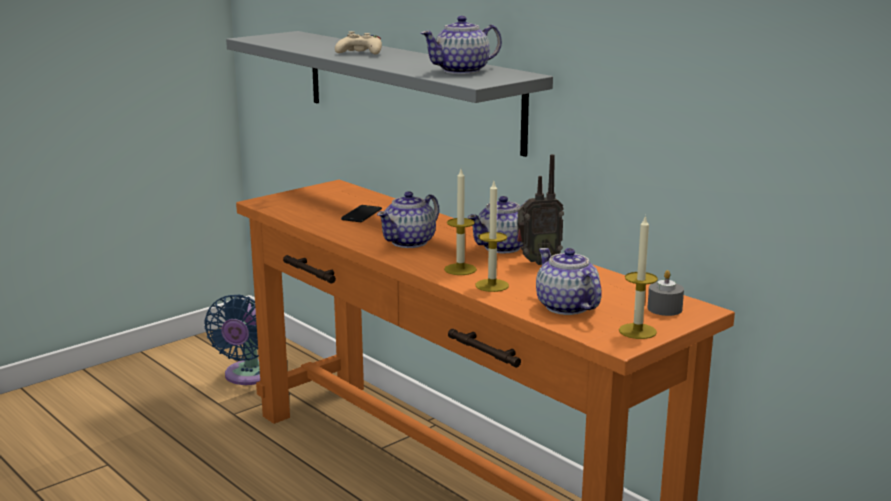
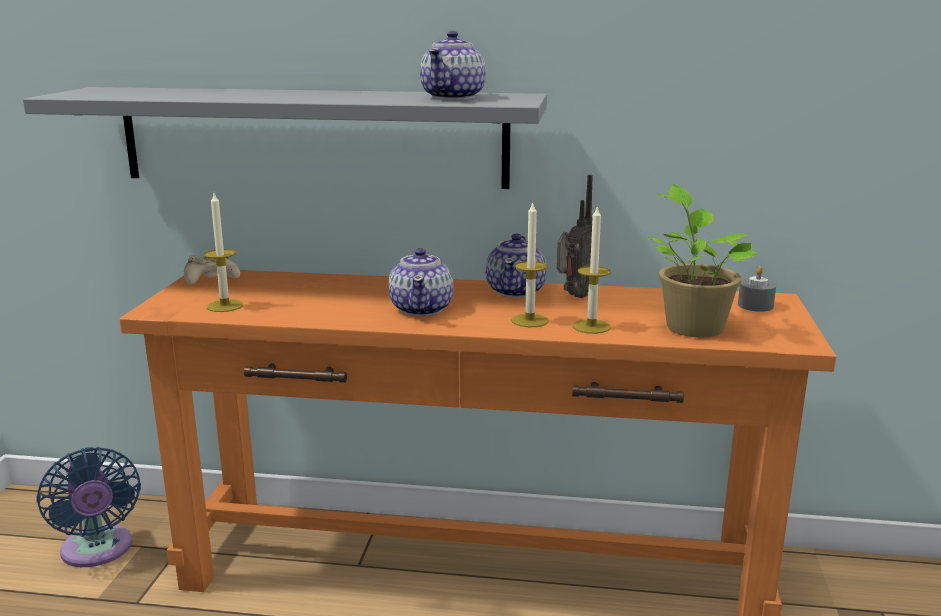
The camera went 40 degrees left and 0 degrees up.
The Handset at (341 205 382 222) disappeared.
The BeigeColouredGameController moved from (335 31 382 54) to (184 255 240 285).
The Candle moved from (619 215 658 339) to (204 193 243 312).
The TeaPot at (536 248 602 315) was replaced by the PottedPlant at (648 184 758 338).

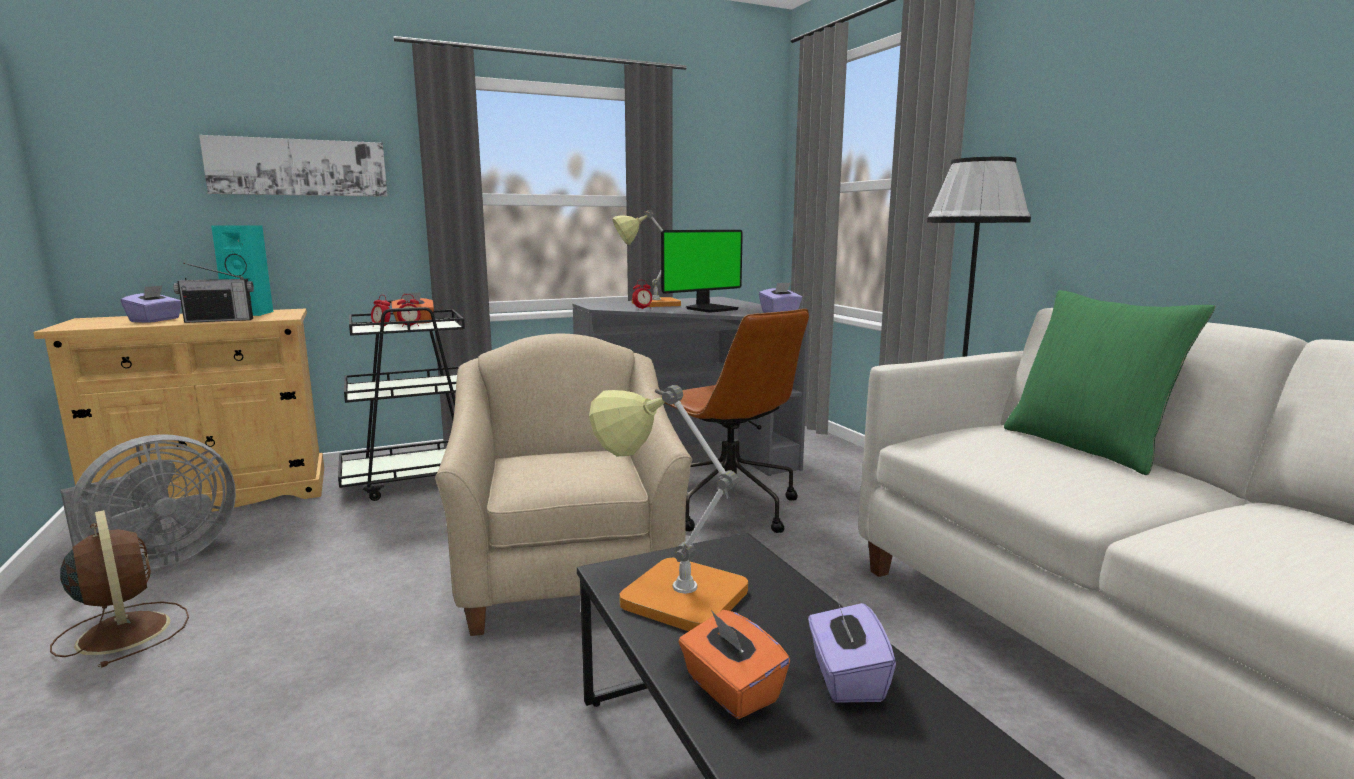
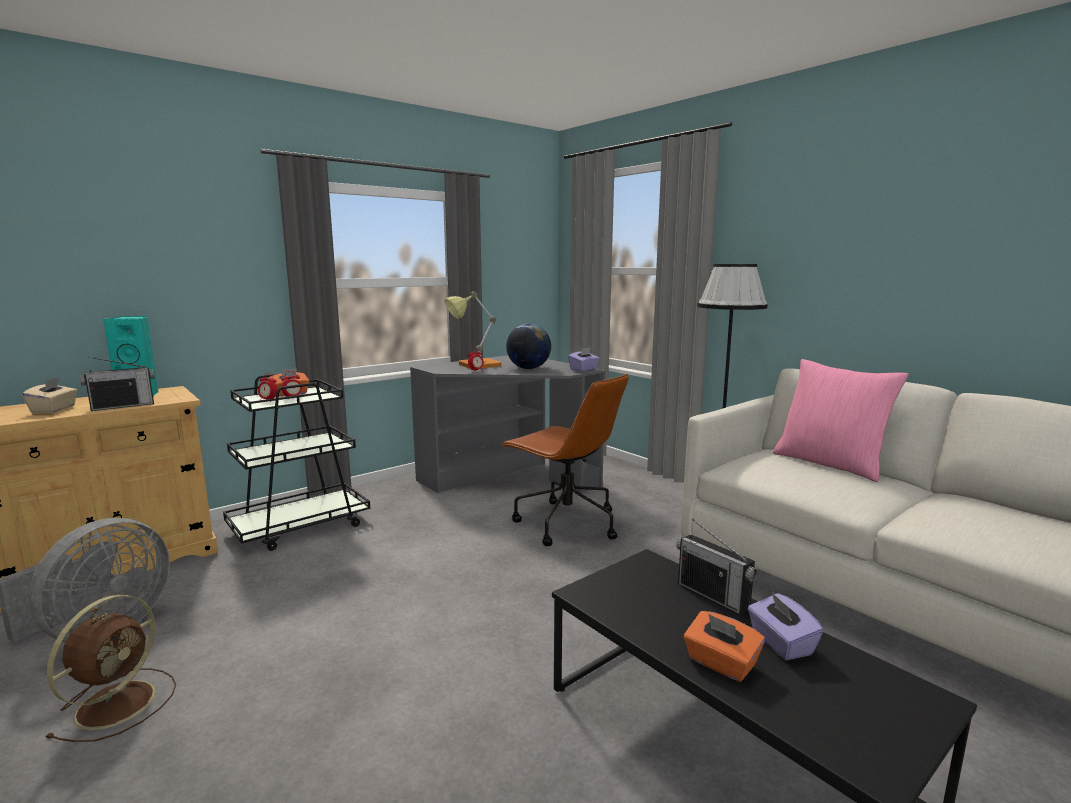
The camera went 15 degrees left and 0 degrees up.
The WallPicture at (199 135 388 197) disappeared.
The BeigeColouredEasyChair at (435 334 692 636) disappeared.
The TabletopLamp at (589 385 748 631) disappeared.
The Radio at (677 519 757 615) appeared.
The ComputerDisplay at (661 230 743 313) was replaced by the Globe at (506 324 551 369).
The PurpleBoxOfTissues at (121 285 181 323) became the BeigeColouredBoxOfTissues at (22 377 78 414).
The GreenCushion at (1004 290 1216 475) became the PinkishCushion at (773 359 909 482).
The BrownColouredCoolingFan at (50 510 189 668) turned 75 degrees clockwise.

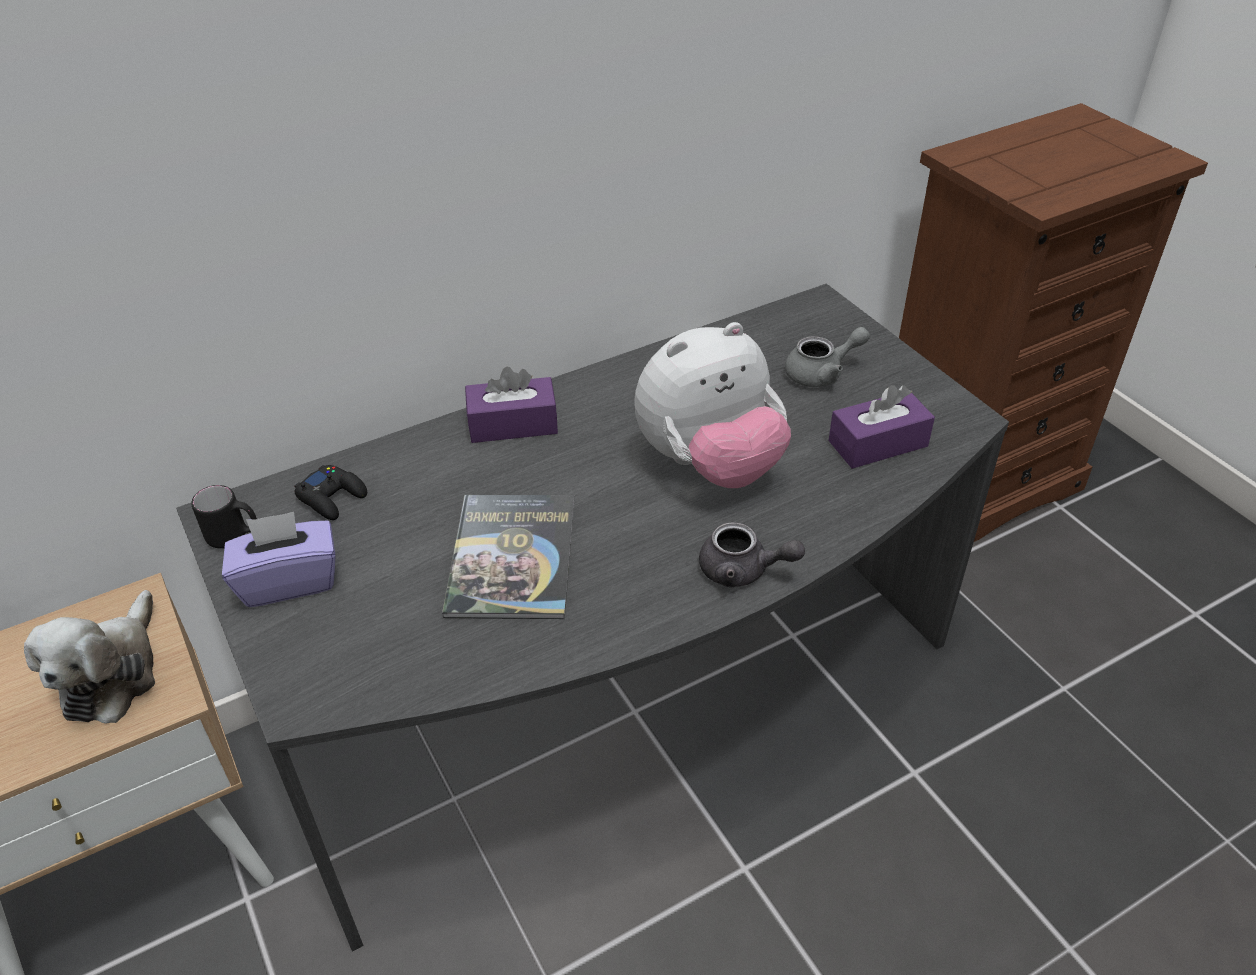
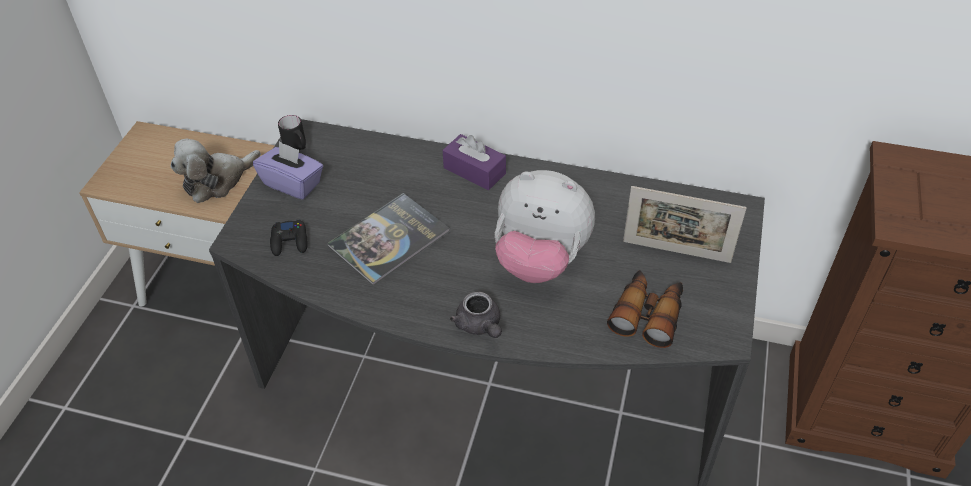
The camera went 45 degrees right and 5 degrees up.
The BlackColouredGameController moved from (294 465 367 520) to (270 220 307 256).
The GreyTeaPot at (785 327 870 387) was replaced by the PictureFrame at (623 186 747 263).
The PurpleBoxOfTissues at (828 385 935 469) was replaced by the Binoculars at (607 270 683 348).

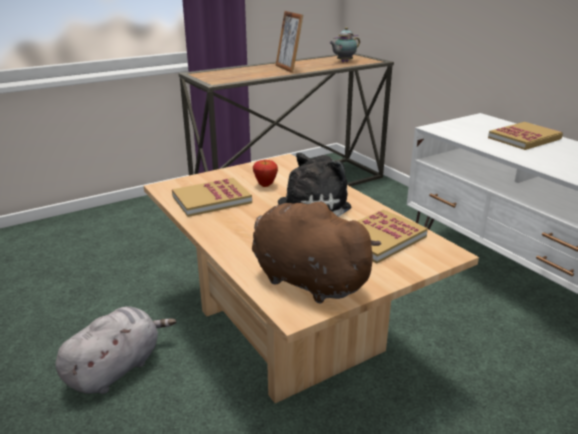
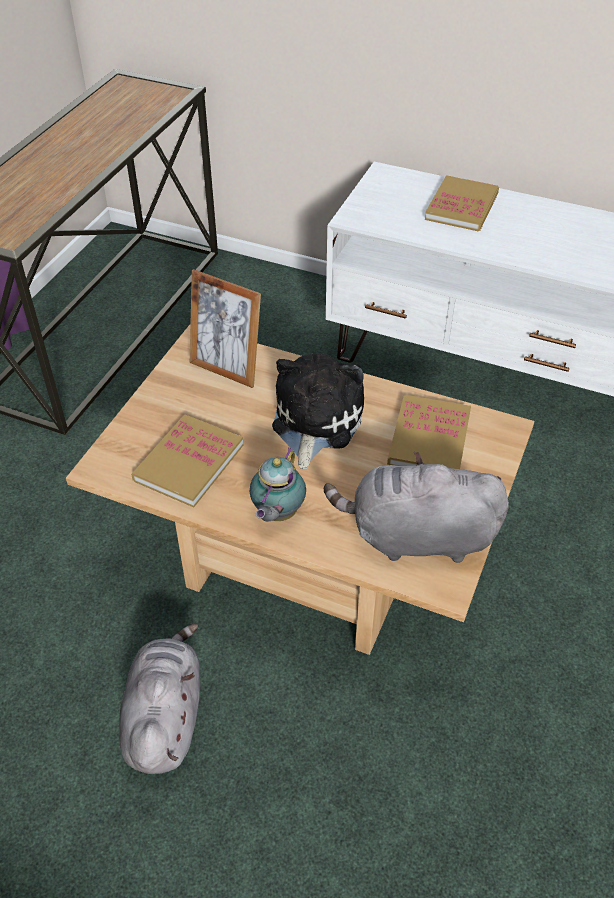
The camera went 35 degrees left and 20 degrees up.
The Apple at (253 160 278 187) disappeared.
The PictureFrame moved from (275 11 303 73) to (190 269 261 388).
The TeaPot moved from (329 27 360 62) to (250 447 306 522).
The BrownColouredPlushToy at (252 201 382 303) became the GreyPlushToy at (324 452 509 563).

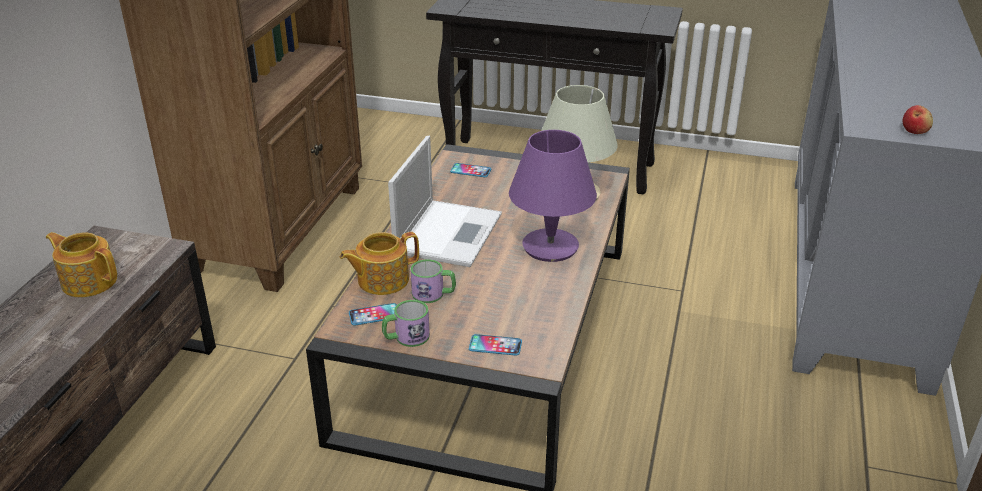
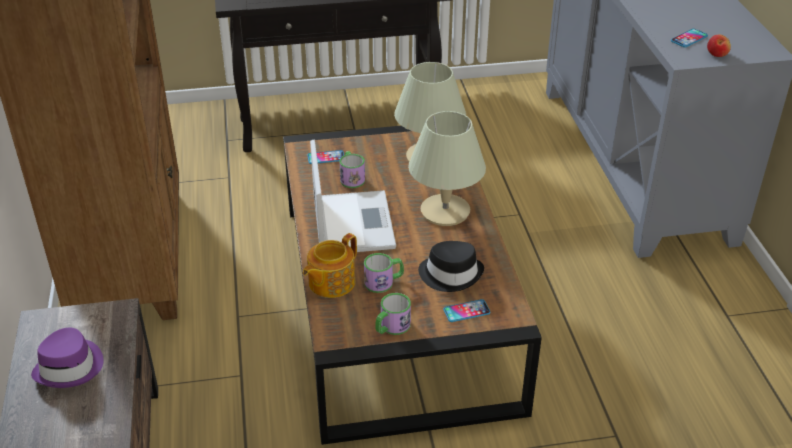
The camera went 25 degrees left and 5 degrees up.
The CoffeeMug at (339 151 365 188) appeared.
The BlackColouredClothingHat at (418 241 484 292) appeared.
The Handset moved from (349 303 397 326) to (671 29 708 48).
The TeaPot at (46 232 117 297) was replaced by the PurpleClothingHat at (31 328 104 388).
The PurpleTabletopLamp at (509 130 597 262) became the BeigeColouredTabletopLamp at (408 111 486 226).

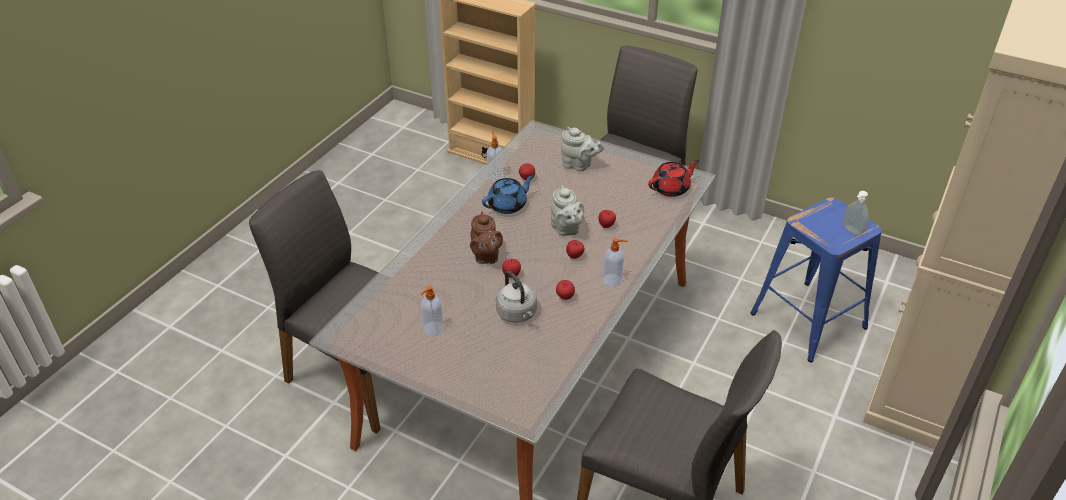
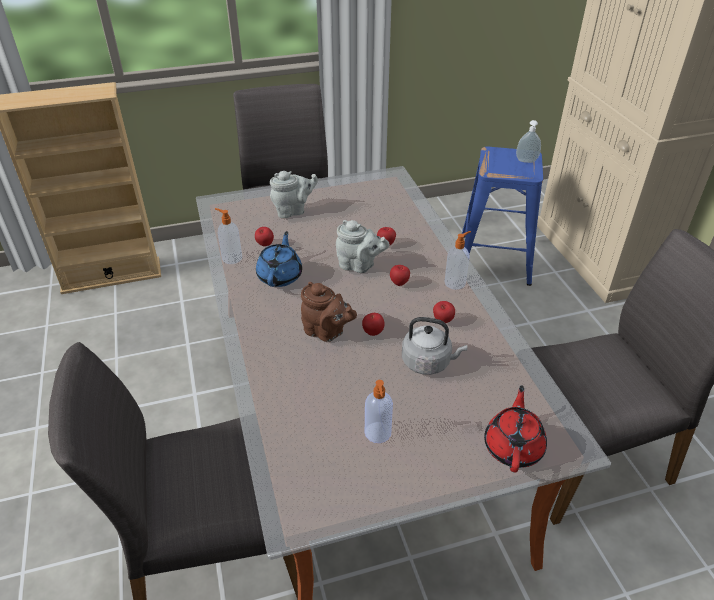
The camera went 45 degrees left and 0 degrees up.
The RedTeaPot moved from (648 160 699 197) to (484 385 547 473).

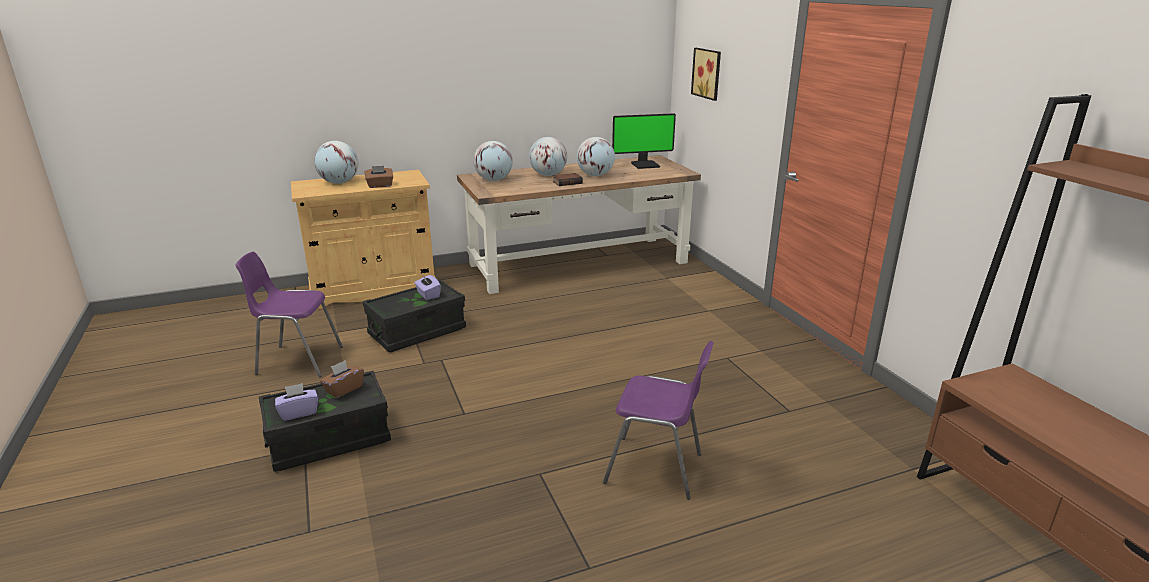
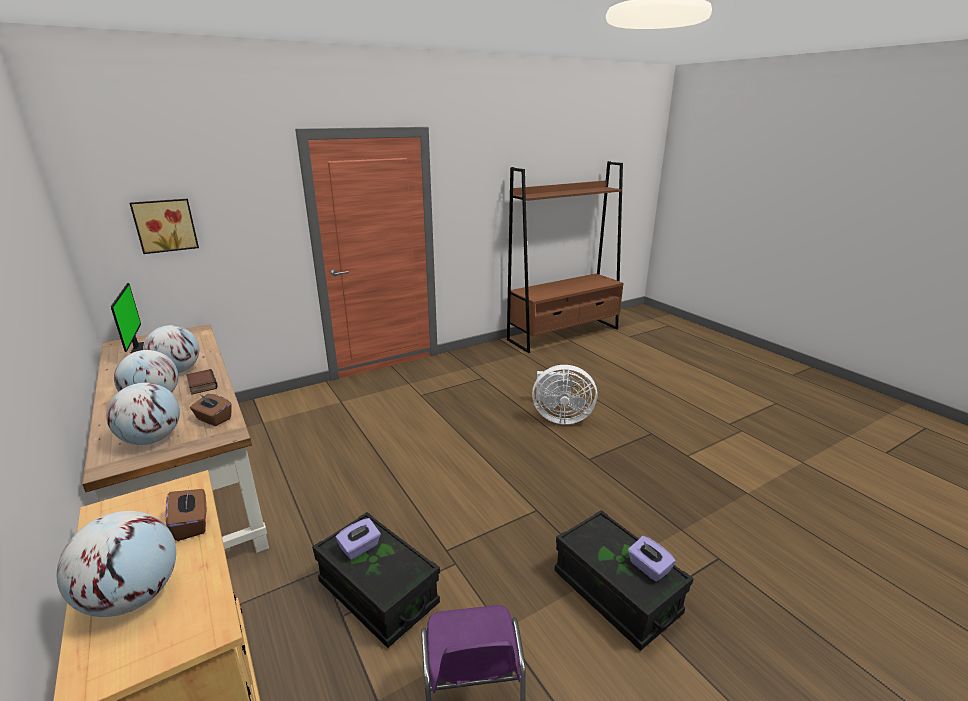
The camera went 100 degrees left and 0 degrees up.
The BrownColouredBoxOfTissues moved from (320 360 364 398) to (190 394 232 426).
The PurpleUprightChair at (603 341 714 500) was replaced by the WhiteCoolingFan at (532 365 597 424).

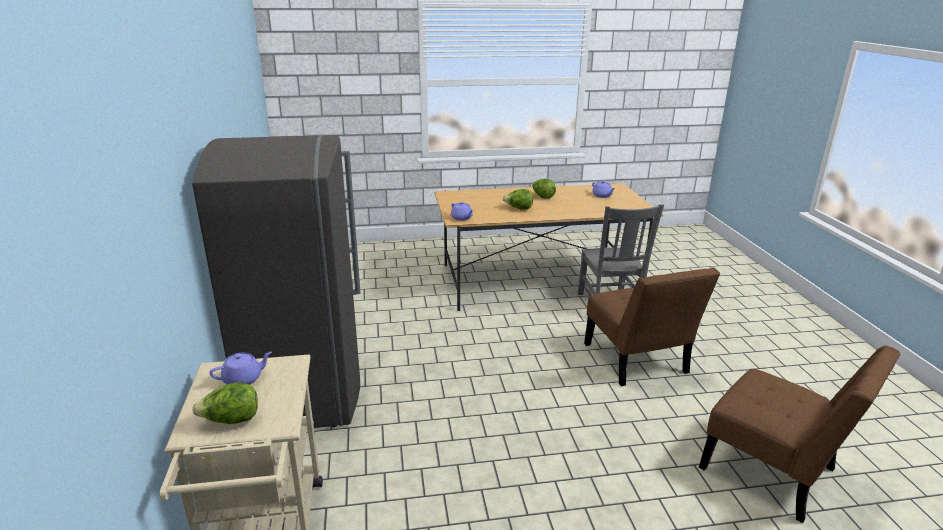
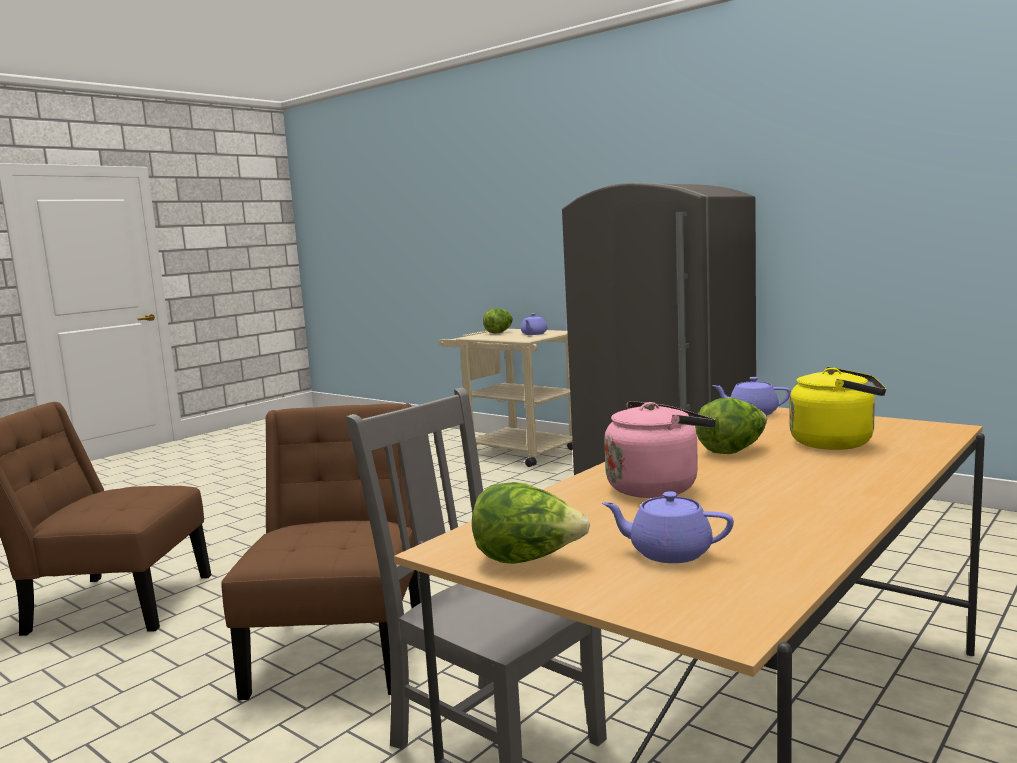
The camera went 140 degrees right and 15 degrees down.
The PinkishTeaKettle at (604 401 716 498) appeared.
The YellowishTeaKettle at (790 367 886 450) appeared.
The LettuceHead moved from (532 179 556 199) to (472 482 590 564).
The BrownColouredUprightChair at (584 267 720 386) turned 60 degrees clockwise.

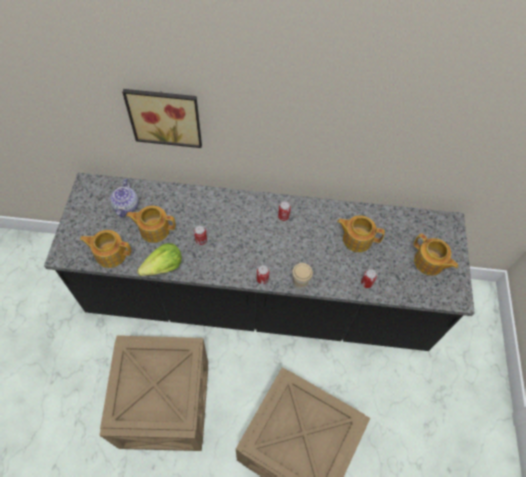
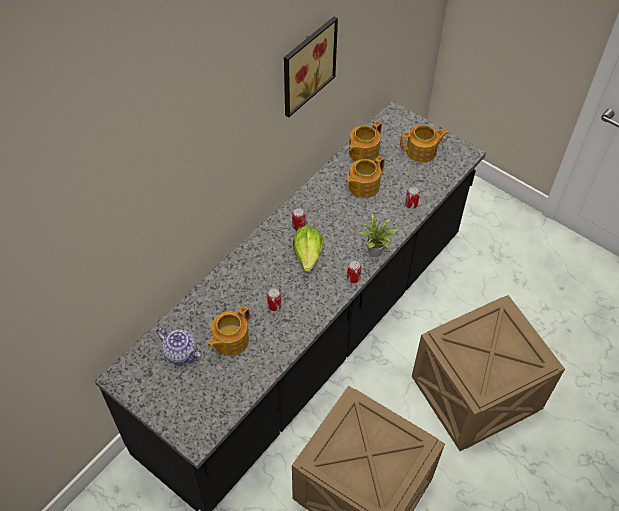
The camera went 55 degrees left and 5 degrees down.
The TeaPot moved from (80 230 131 268) to (348 121 382 161).
The WallPicture moved from (122 89 202 148) to (284 16 338 118).
The LettuceHead moved from (137 243 182 276) to (293 226 323 272).
The Cup at (292 263 313 290) was replaced by the PottedPlant at (359 214 398 257).

